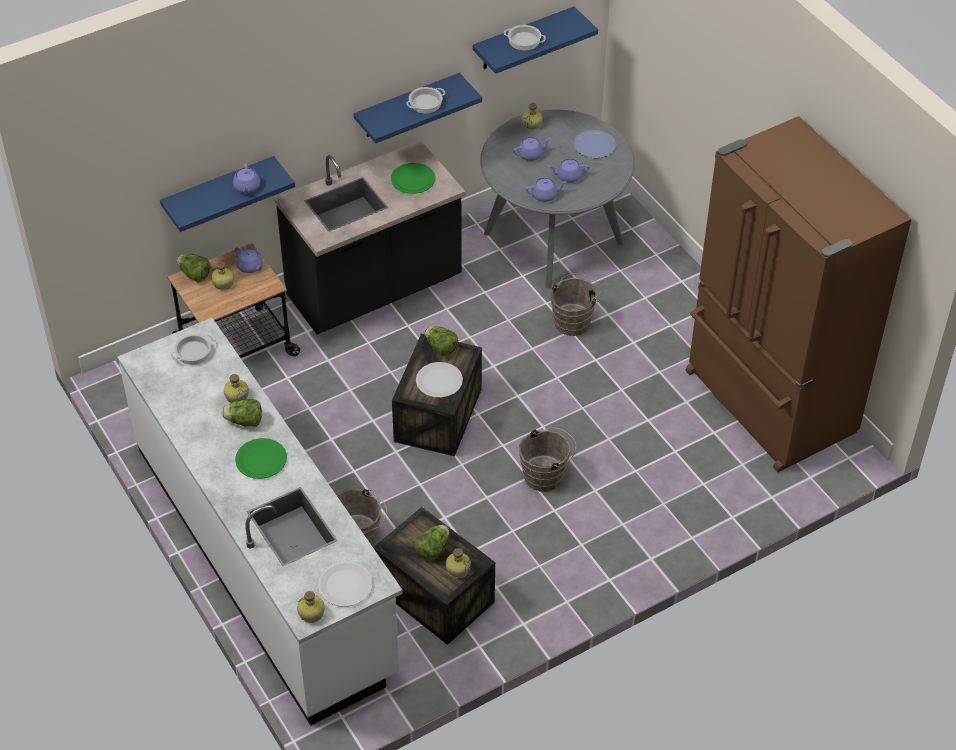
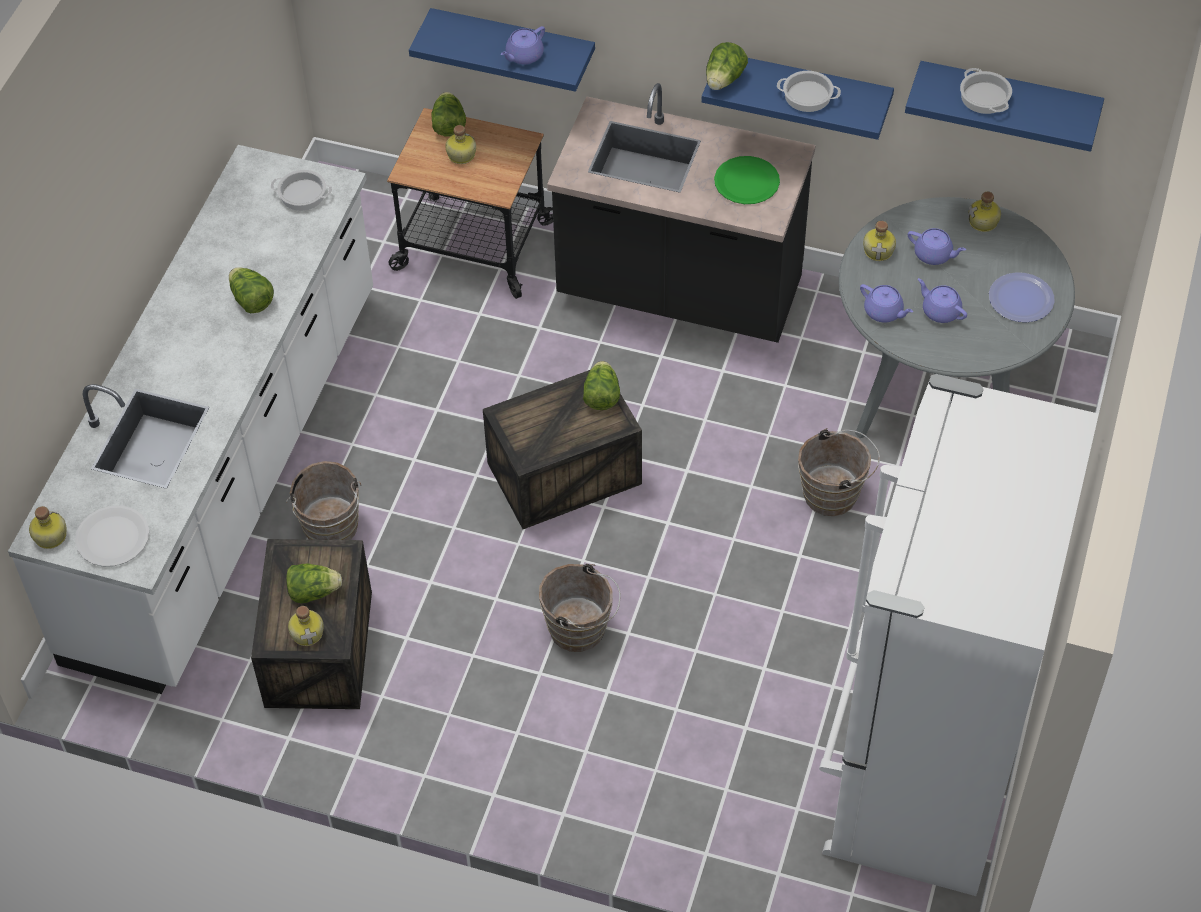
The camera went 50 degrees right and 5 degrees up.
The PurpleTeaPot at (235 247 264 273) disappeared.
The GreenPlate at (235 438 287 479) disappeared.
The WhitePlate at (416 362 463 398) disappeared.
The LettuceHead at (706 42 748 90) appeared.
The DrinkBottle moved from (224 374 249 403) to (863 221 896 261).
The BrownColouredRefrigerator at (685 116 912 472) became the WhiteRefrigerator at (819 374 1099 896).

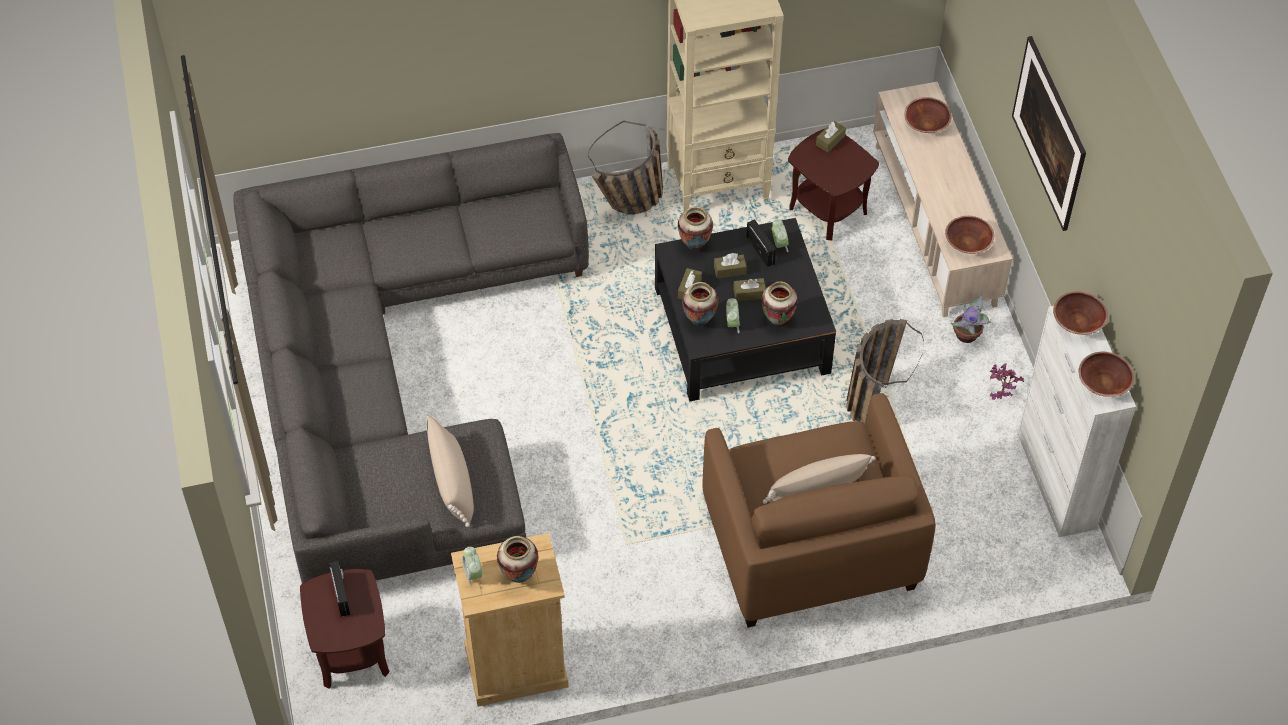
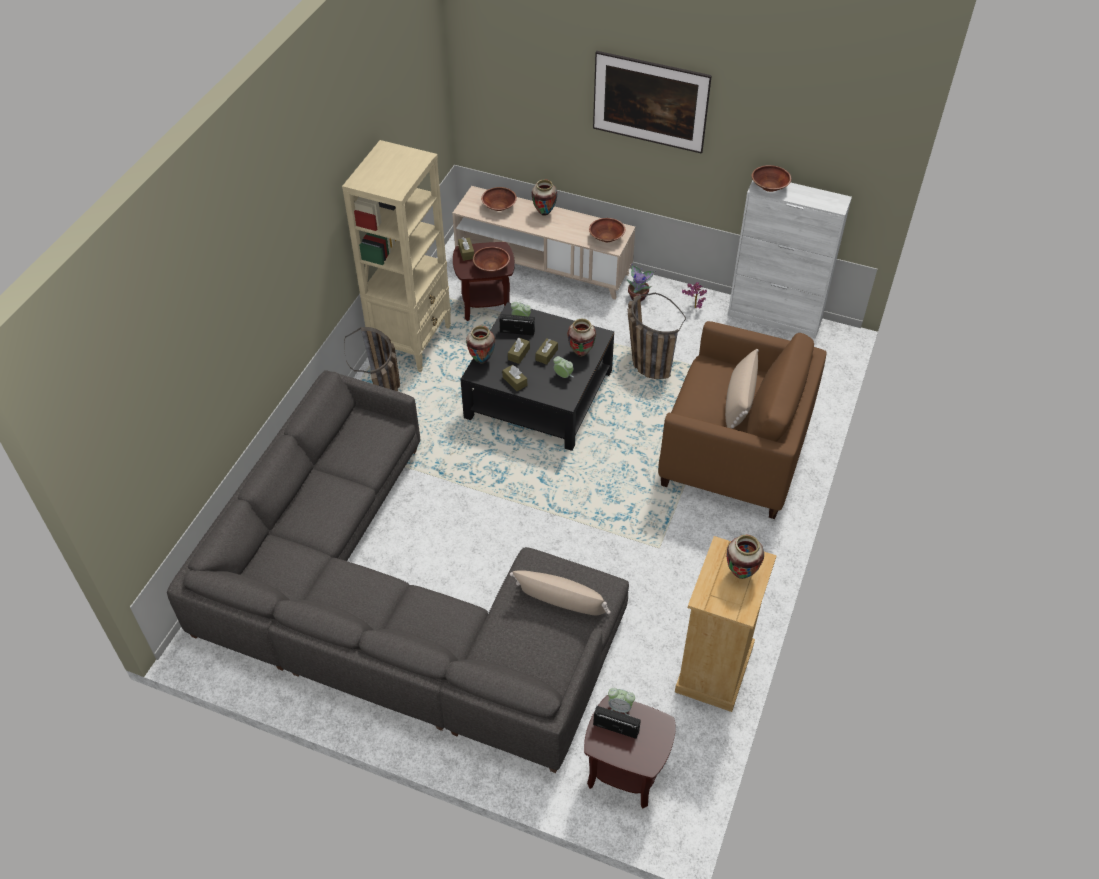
The camera went 55 degrees left and 5 degrees down.
The AlarmClock moved from (462 547 482 587) to (608 688 635 716).
The FlowerVase moved from (682 282 718 326) to (532 179 557 216).
The BrownColouredDeepDish moved from (1079 352 1134 397) to (473 247 510 272).

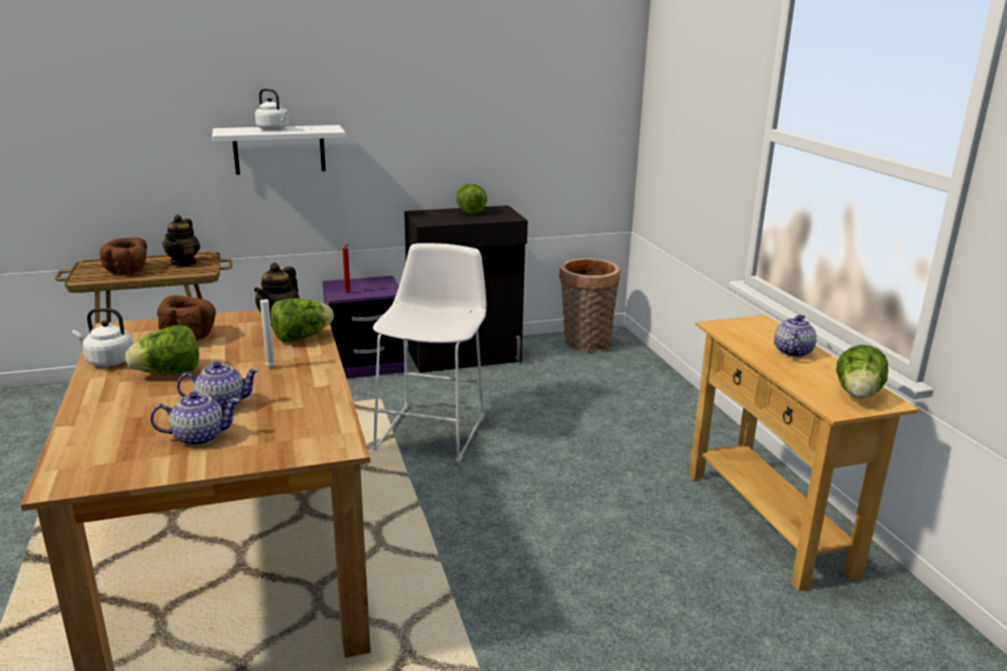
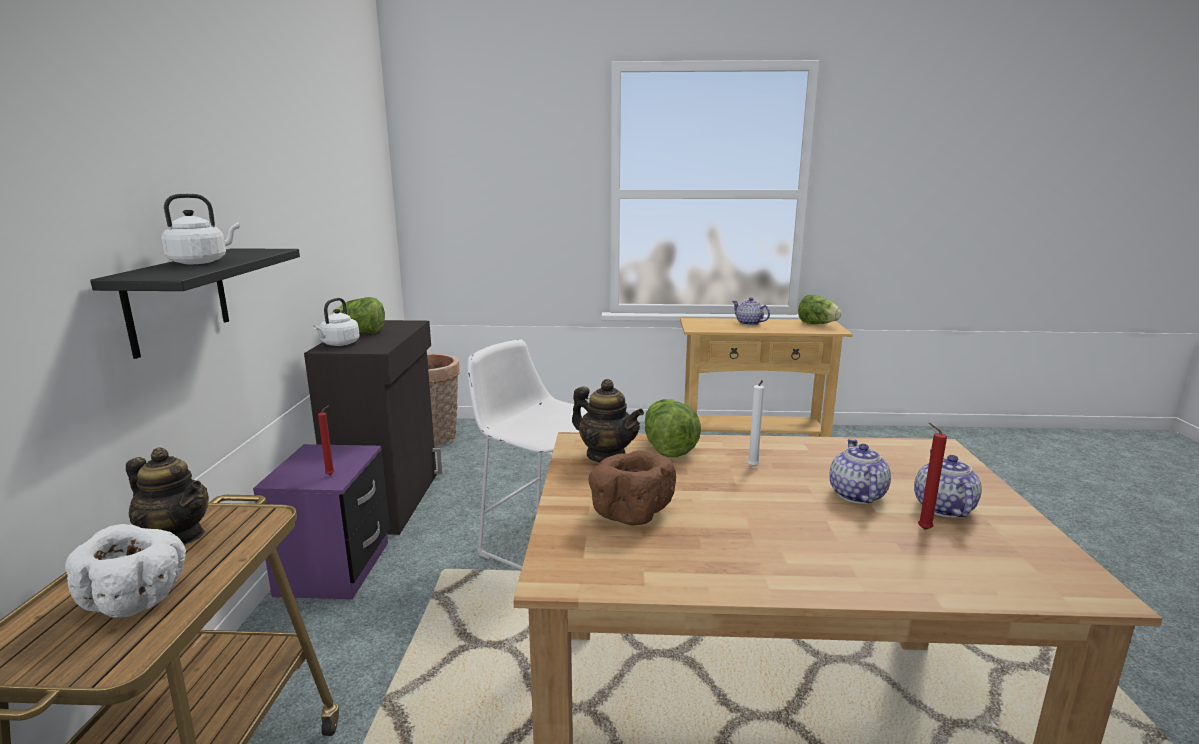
The camera went 70 degrees left and 5 degrees down.
The LettuceHead at (125 325 199 374) disappeared.
The RedCandle at (918 423 947 530) appeared.
The WhiteTeaKettle moved from (72 308 133 366) to (313 298 360 346).
The BrownColouredDeepDish at (100 237 147 274) became the WhiteDeepDish at (65 524 186 618).
The WhiteShelf at (212 125 346 175) became the BlackColouredShelf at (90 248 300 359).

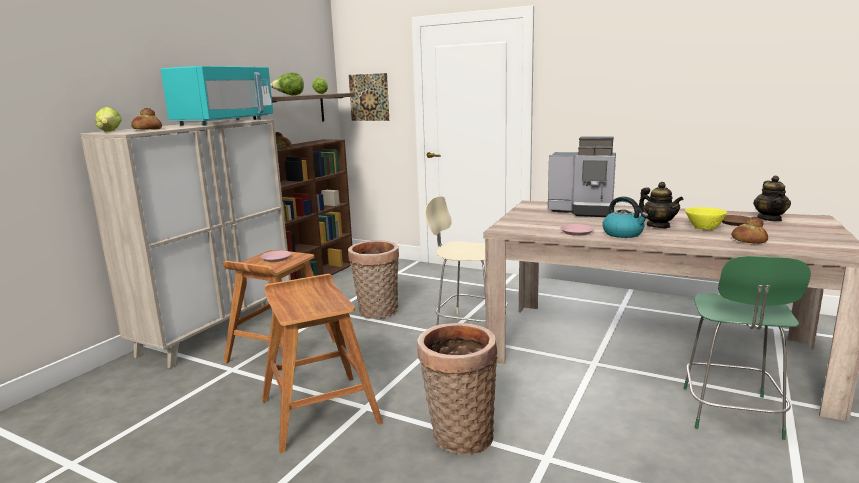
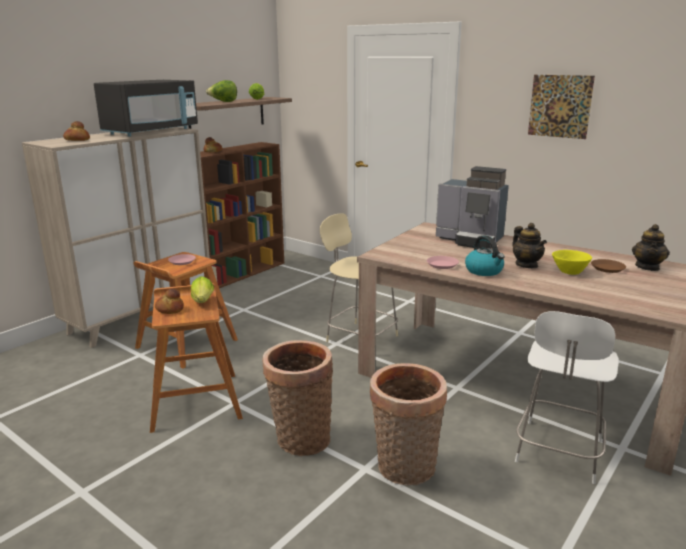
The camera went 10 degrees right and 5 degrees up.
The LettuceHead moved from (95 107 122 131) to (191 276 214 303).
The StorageBasket moved from (348 240 399 319) to (370 363 447 486).
The WallPicture moved from (349 73 389 121) to (528 75 595 139).
The BakedBread moved from (731 217 768 244) to (155 289 184 314).
The TurquoiseMicrowave at (161 66 273 126) became the BlackColouredMicrowave at (94 80 198 137).
The GreenUprightChair at (684 256 811 440) became the WhiteUprightChair at (515 311 619 484).

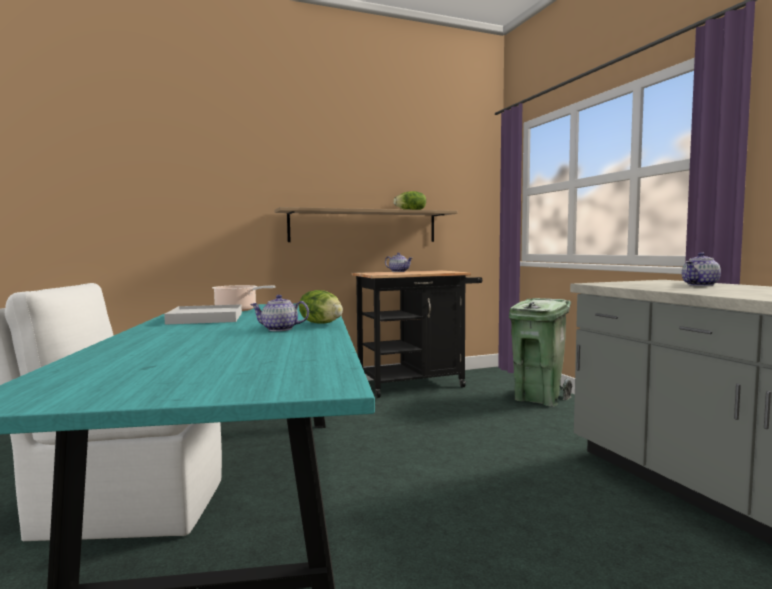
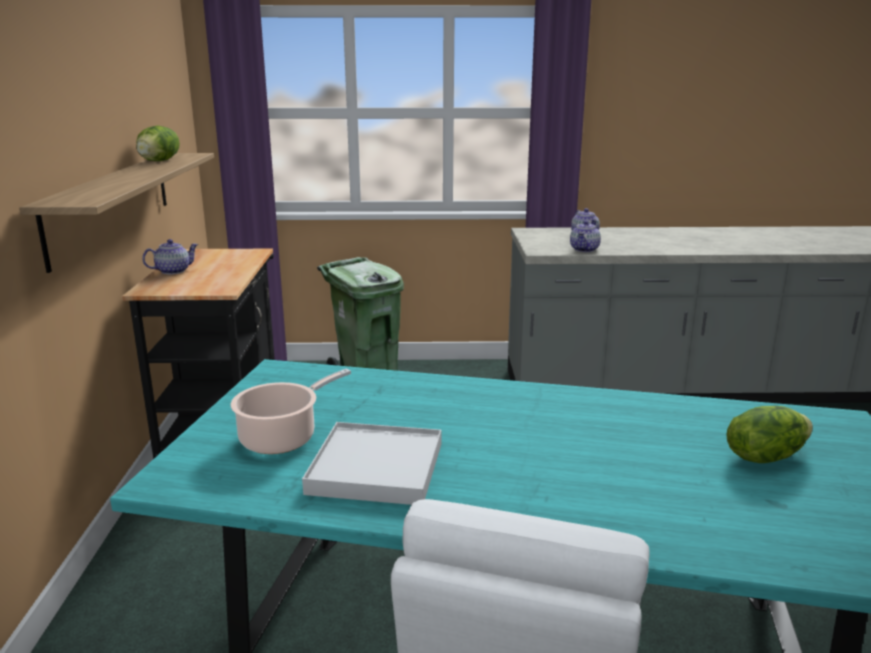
The camera went 70 degrees left and 15 degrees up.
The TeaPot moved from (250 295 309 331) to (570 220 601 252).
The LettuceHead moved from (299 290 343 323) to (726 406 813 463).

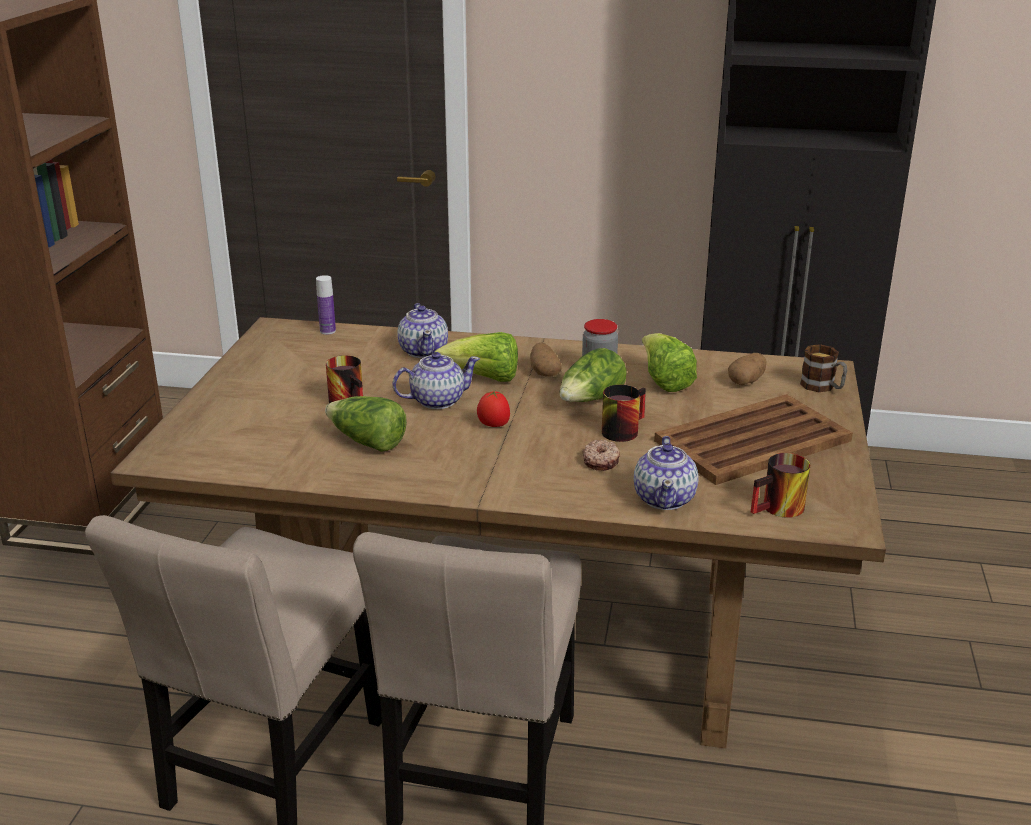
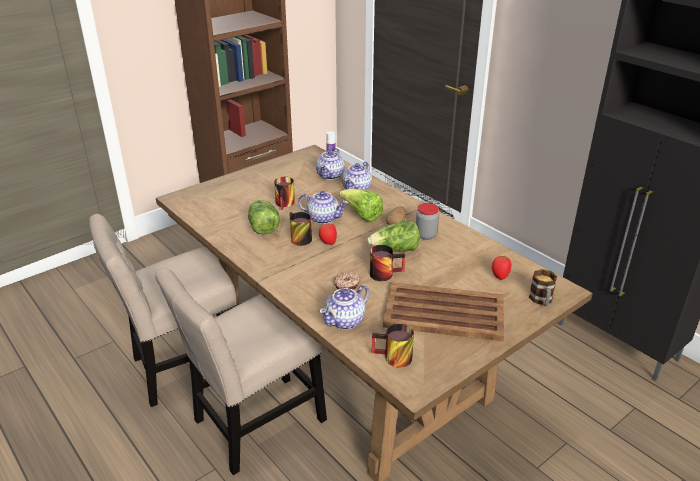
The camera went 40 degrees right and 5 degrees up.
The LettuceHead at (642 333 697 392) disappeared.
The CoffeeMug at (290 212 312 246) appeared.
The TeaPot at (316 148 345 180) appeared.
The Potato at (728 353 767 385) was replaced by the Tomato at (492 255 511 280).

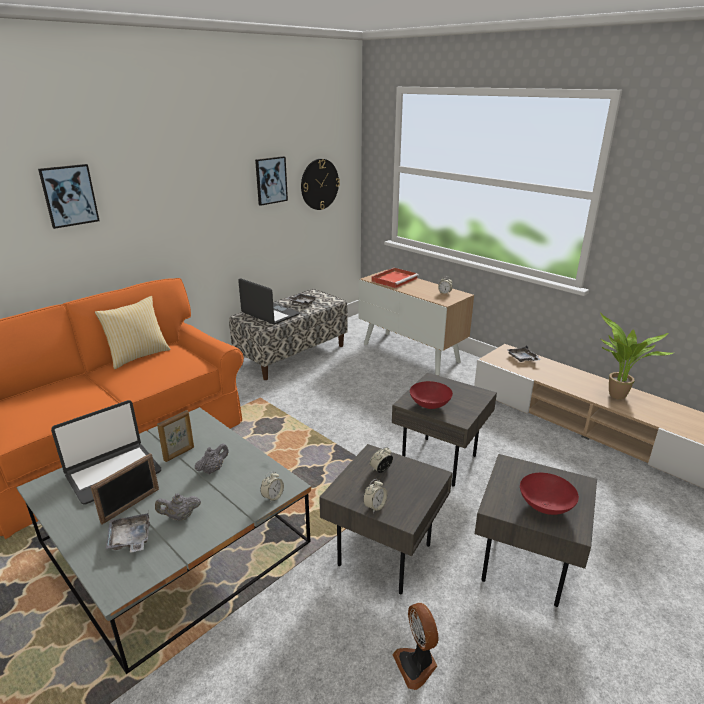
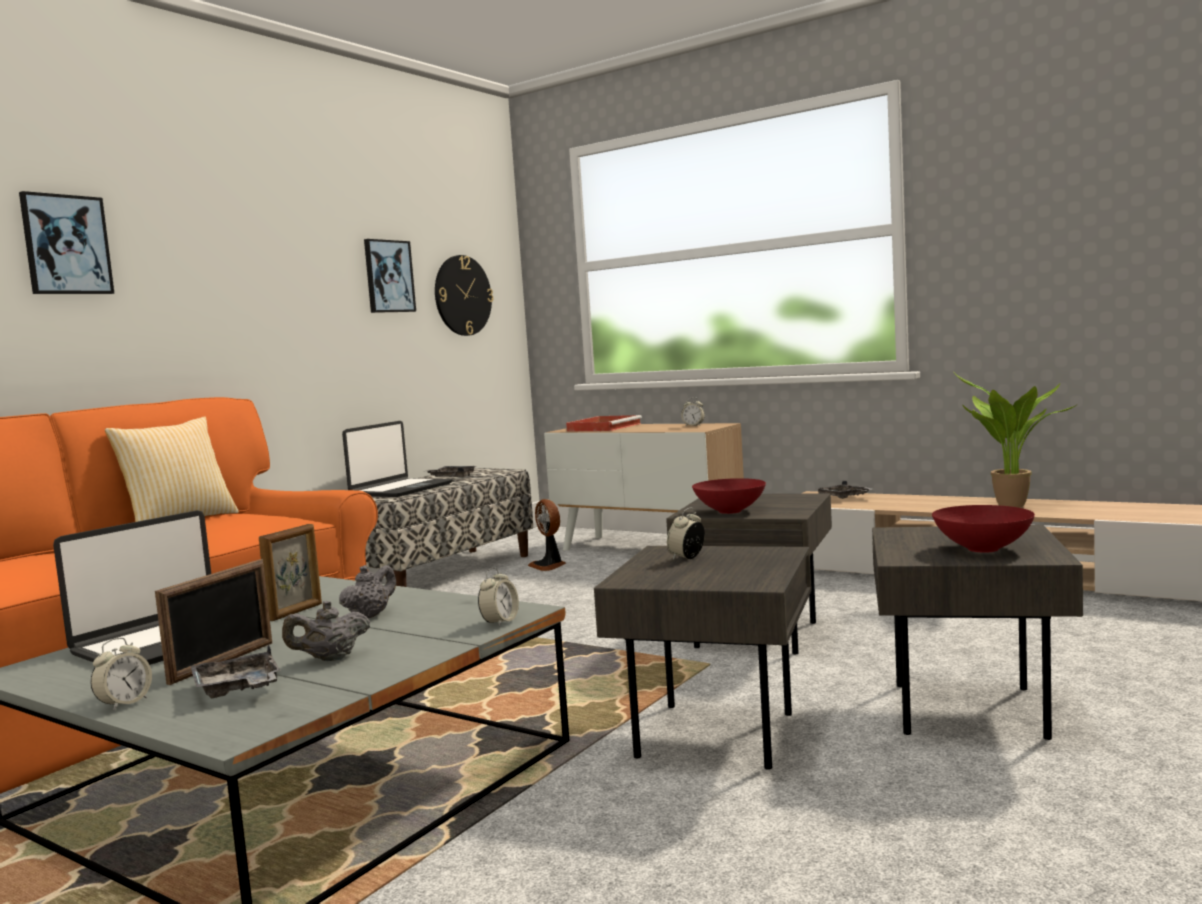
The camera went 10 degrees left and 20 degrees down.
The AlarmClock moved from (363 479 387 513) to (90 638 152 711).
The CoolingFan moved from (392 603 438 690) to (528 499 566 571).
The PortableComputer at (238 278 300 325) turned 90 degrees clockwise.

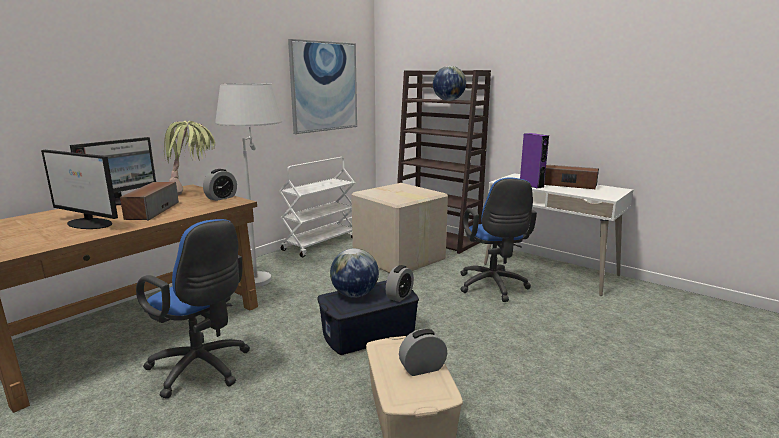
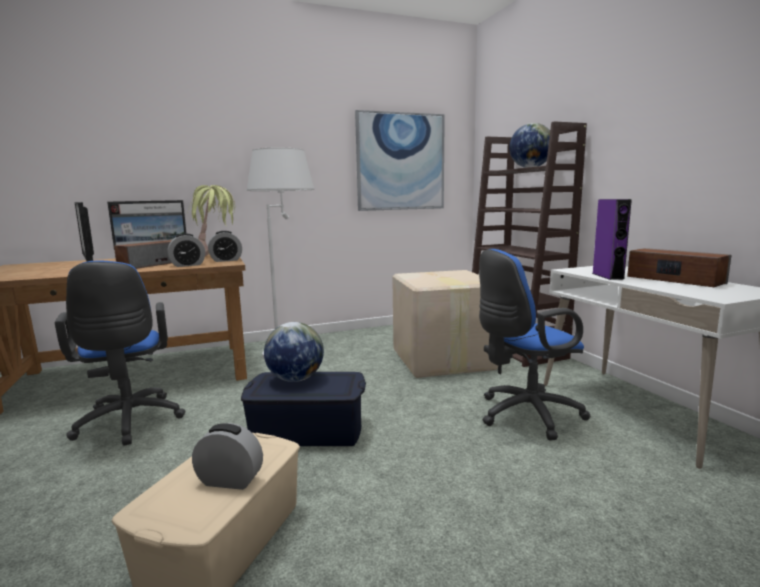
The camera went 30 degrees right and 5 degrees down.
The WhiteCart at (279 157 355 257) disappeared.
The AlarmClock moved from (386 265 414 302) to (167 233 205 267).
The BluishOfficeChair at (460 178 537 302) turned 45 degrees clockwise.

